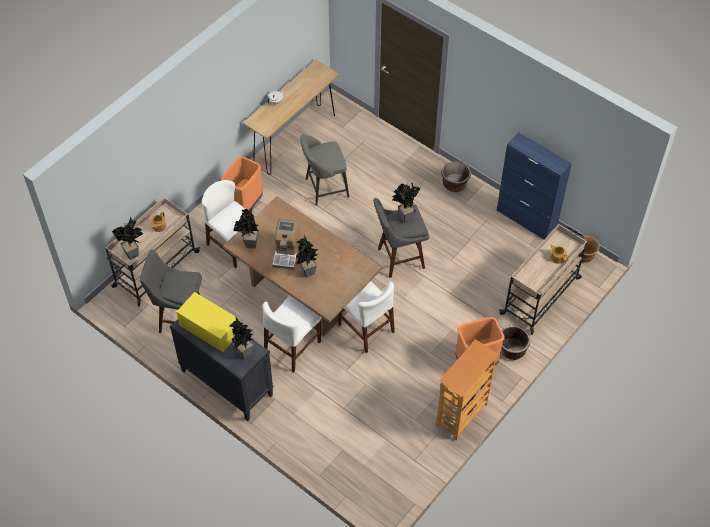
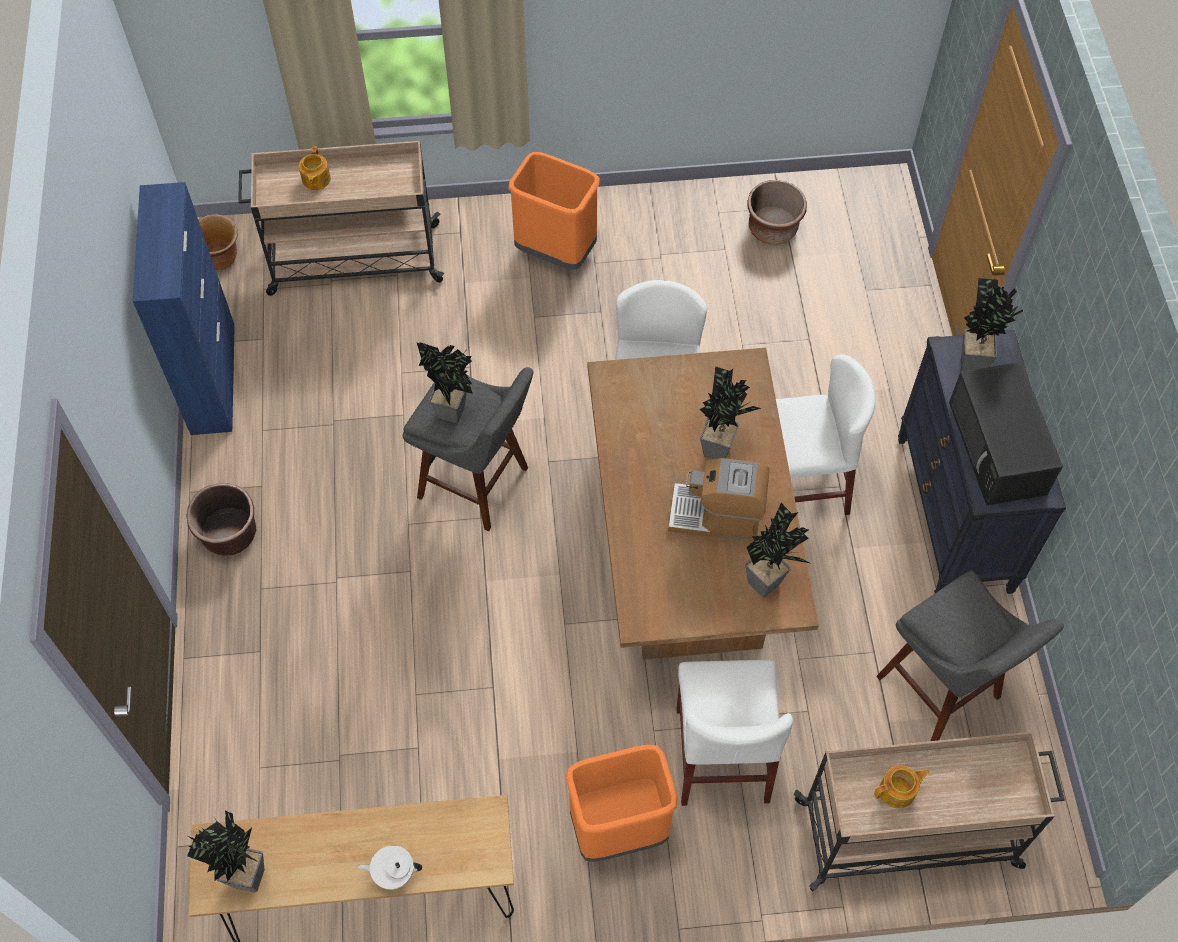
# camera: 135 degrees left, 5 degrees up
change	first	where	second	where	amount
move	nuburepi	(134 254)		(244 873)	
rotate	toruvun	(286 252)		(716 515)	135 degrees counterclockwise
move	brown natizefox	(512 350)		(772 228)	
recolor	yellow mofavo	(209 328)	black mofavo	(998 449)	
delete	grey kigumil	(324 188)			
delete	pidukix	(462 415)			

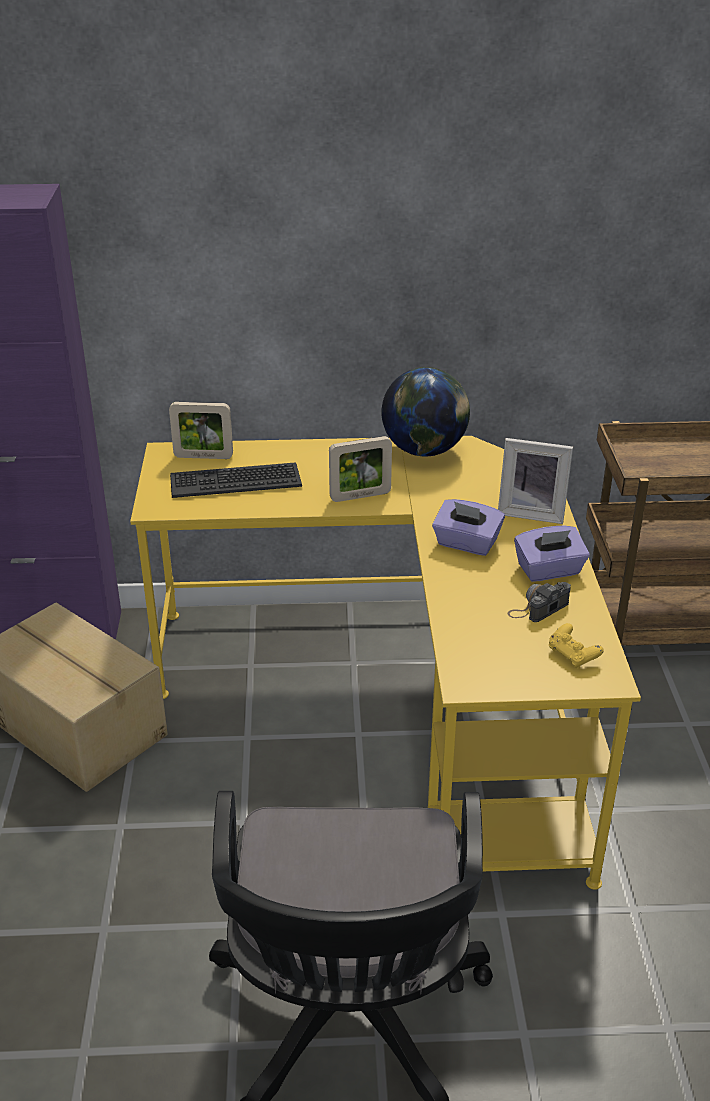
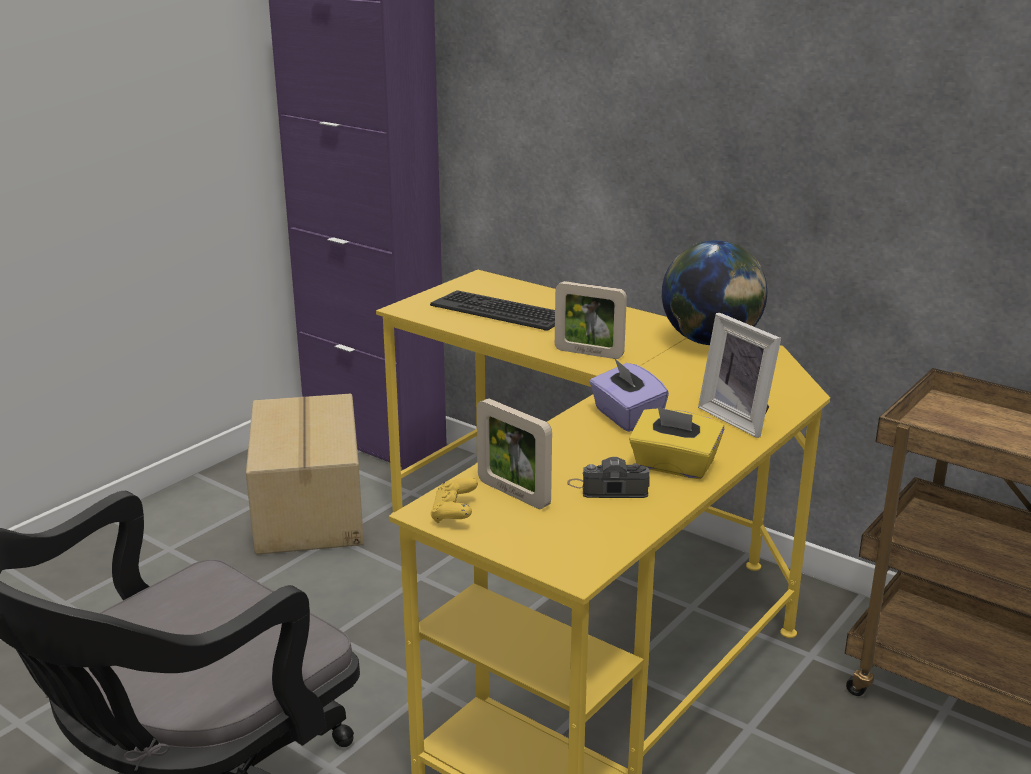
# camera: 40 degrees right, 10 degrees down
change	first	where	second	where	amount
move	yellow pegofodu	(572 655)		(454 513)	
move	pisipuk	(203 456)		(513 493)	
recolor	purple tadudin	(549 570)	yellow tadudin	(674 466)	

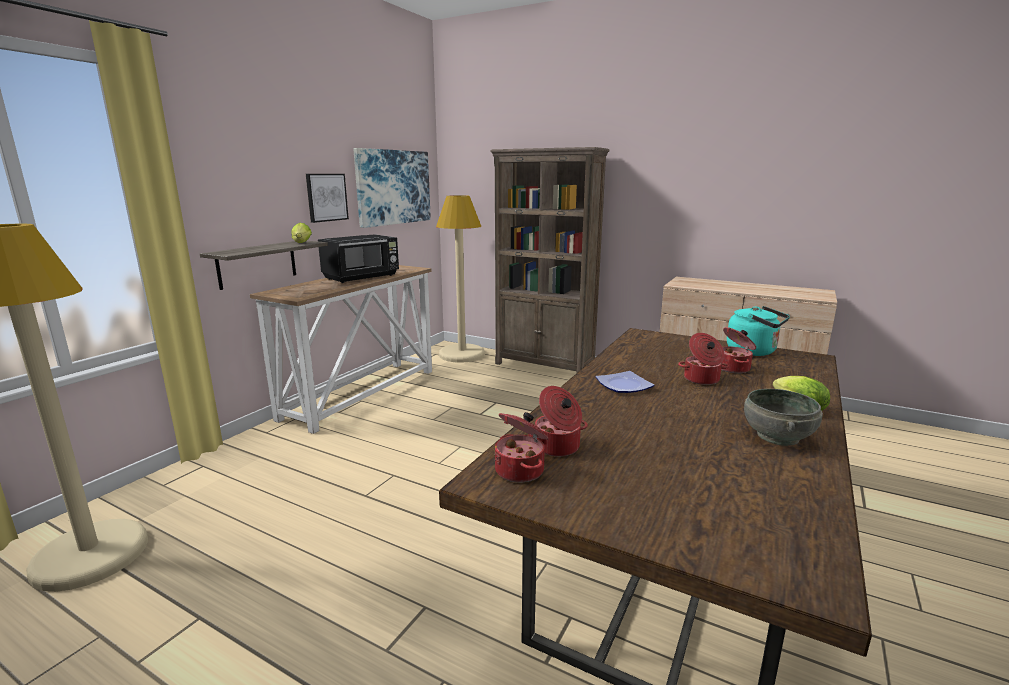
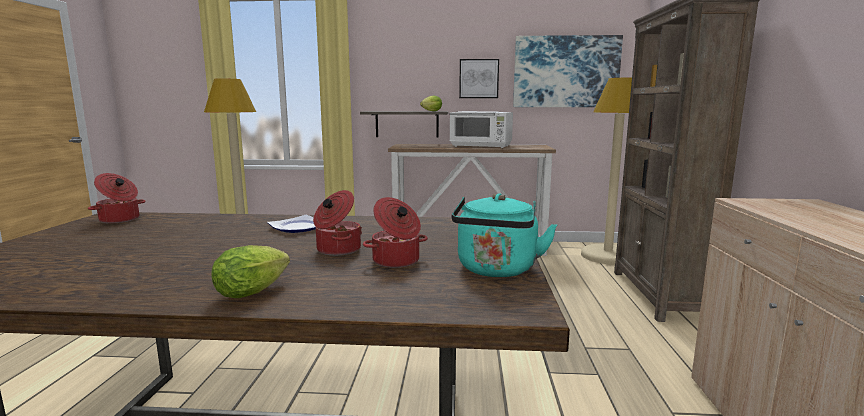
# camera: 65 degrees right, 5 degrees down
change	first	where	second	where	amount
recolor	black mofavo	(362 277)	white mofavo	(481 146)	
delete	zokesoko	(557 447)			
delete	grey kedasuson	(778 436)			

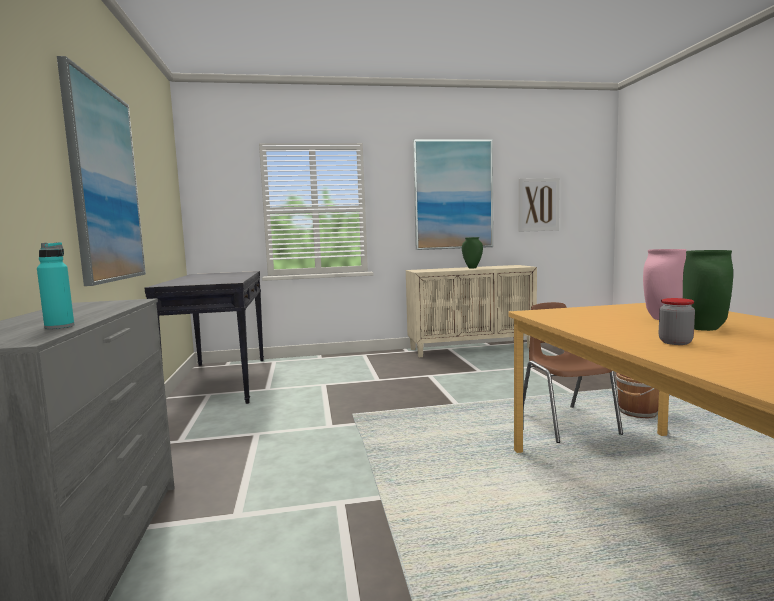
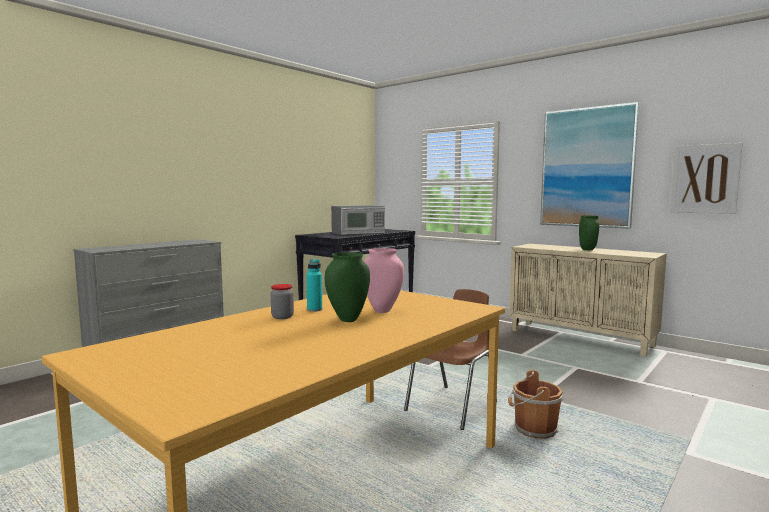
# camera: 50 degrees right, 0 degrees up
change	first	where	second	where	amount
move	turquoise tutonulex	(59 327)		(314 309)	
insert			mofavo	(358 232)	
delete	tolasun	(105 184)			

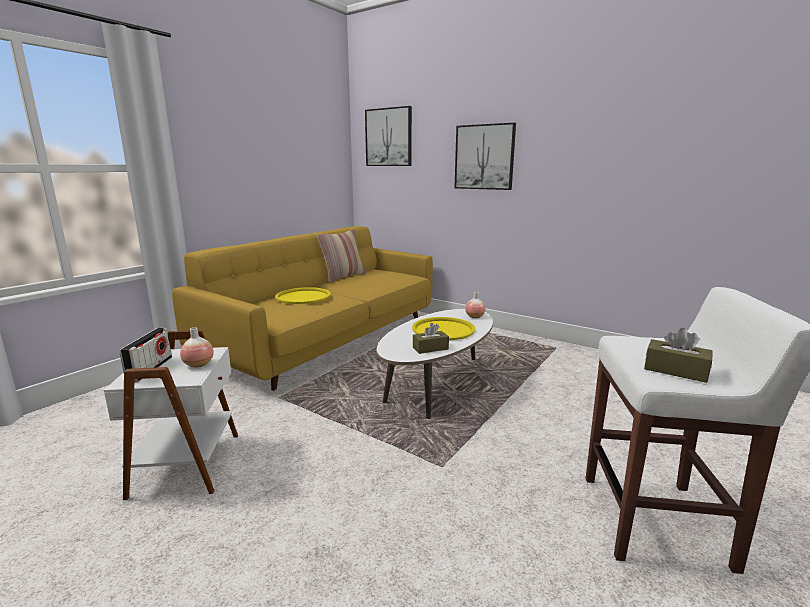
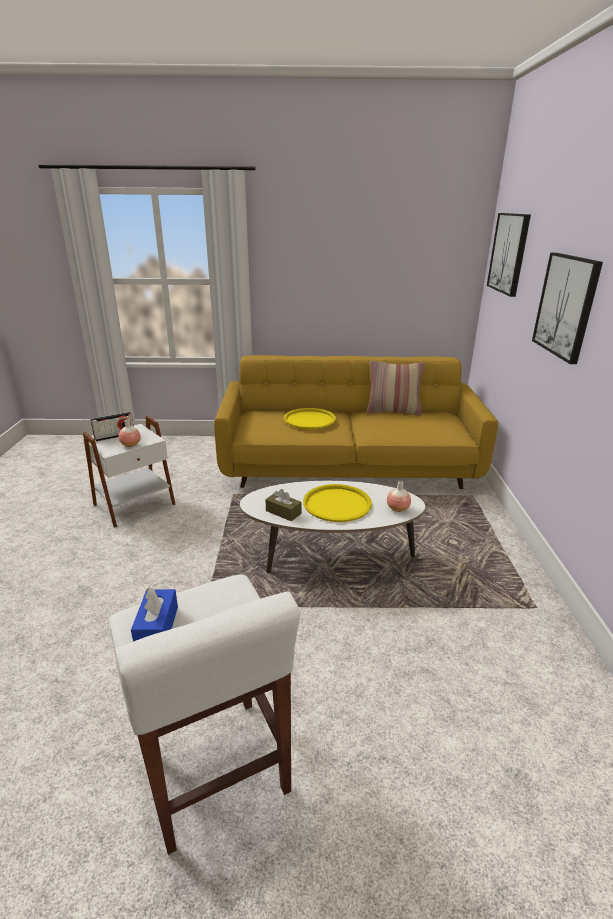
# camera: 55 degrees right, 10 degrees up
change	first	where	second	where	amount
recolor	brown tadudin	(675 370)	blue tadudin	(157 627)	

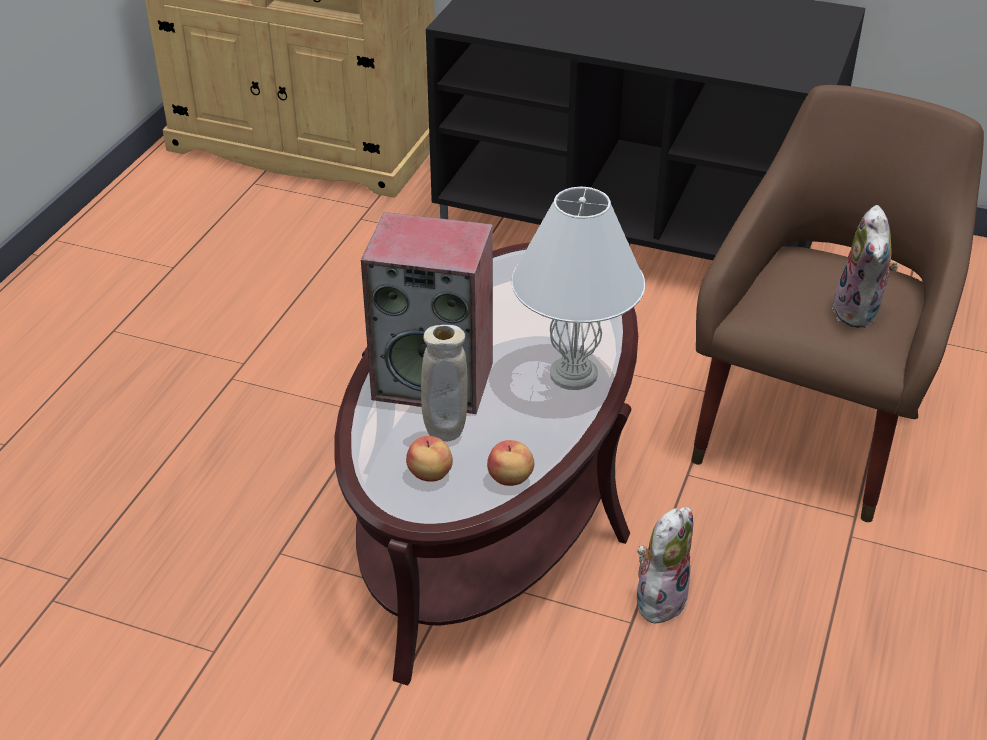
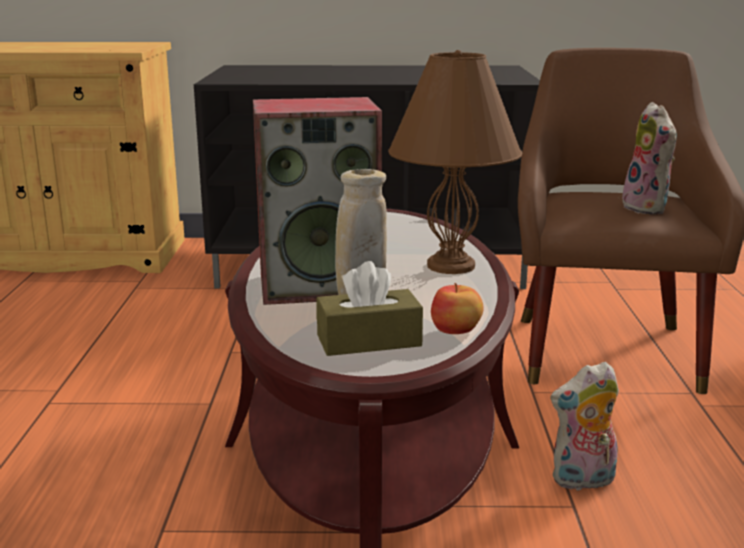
# camera: 20 degrees left, 20 degrees down
change	first	where	second	where	amount
replace	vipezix	(430 474)	brown tadudin	(369 341)	
recolor	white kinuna	(573 373)	brown kinuna	(450 265)	
rotate	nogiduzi	(659 597)		(583 481)	120 degrees counterclockwise

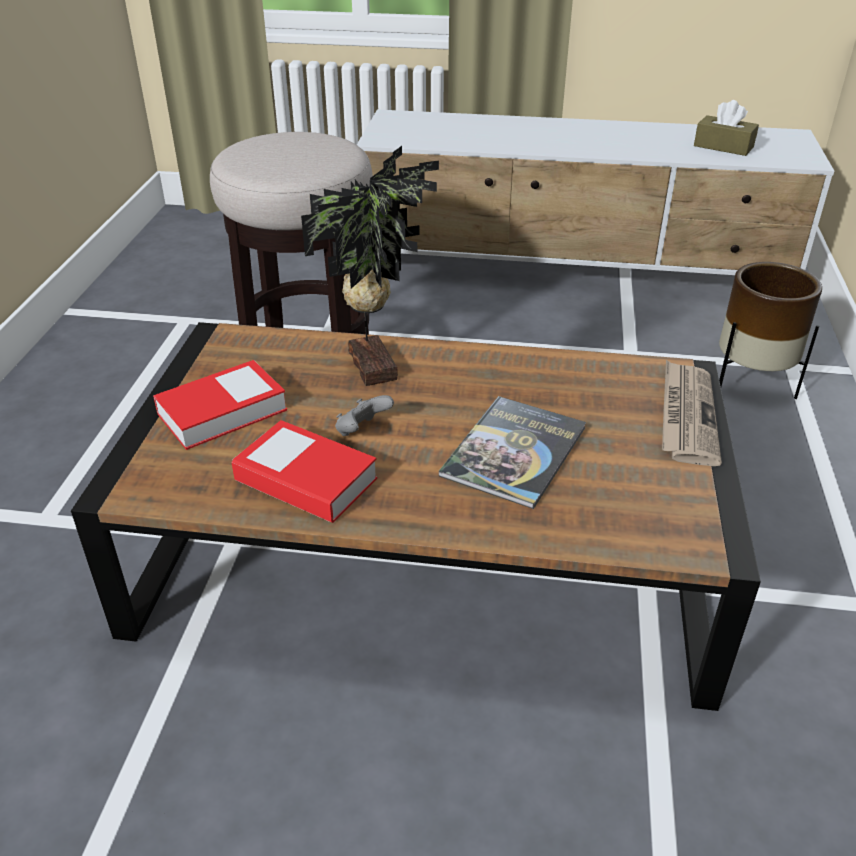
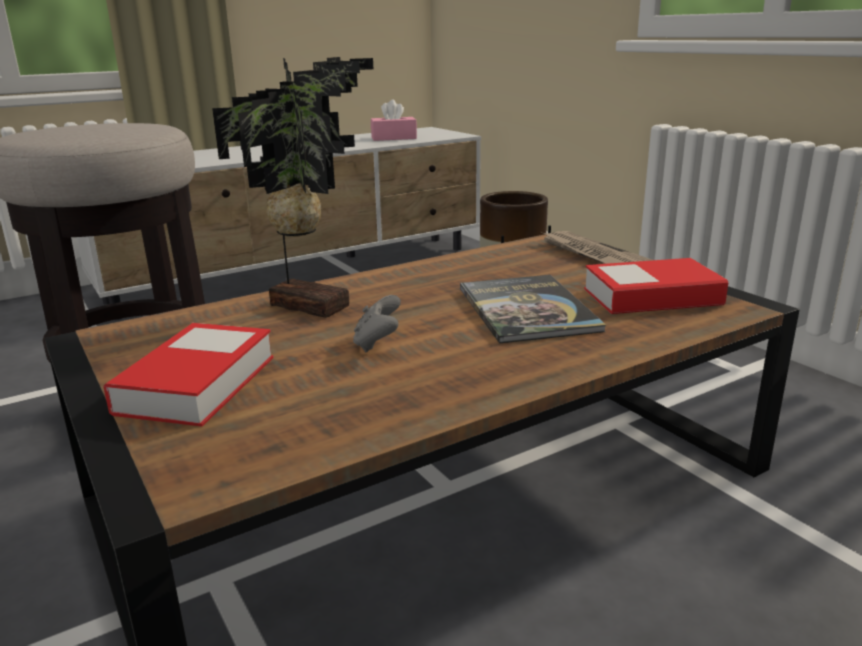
# camera: 40 degrees left, 15 degrees down
change	first	where	second	where	amount
recolor	brown tadudin	(723 146)	pink tadudin	(393 138)	
move	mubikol	(306 480)		(652 297)	

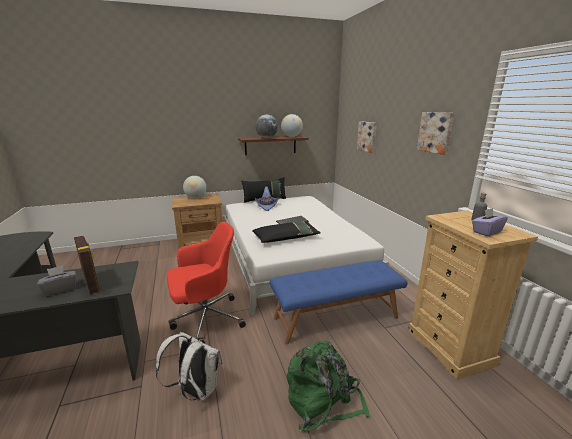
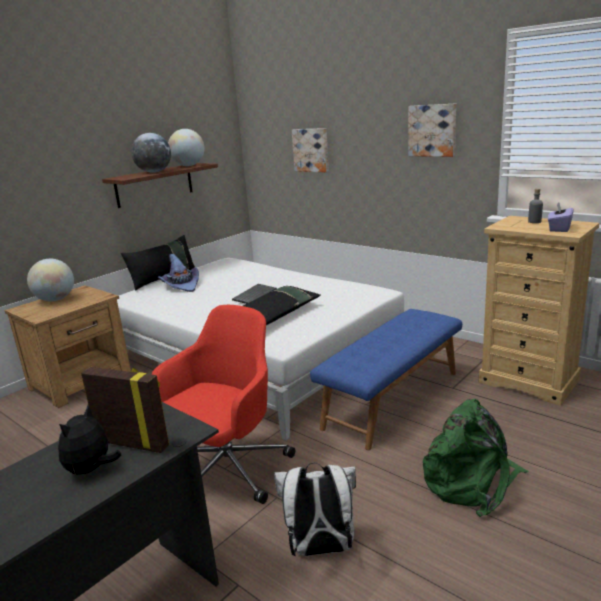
# camera: 30 degrees left, 0 degrees up
change	first	where	second	where	amount
replace	grey tadudin	(60 289)	nogiduzi	(91 470)	

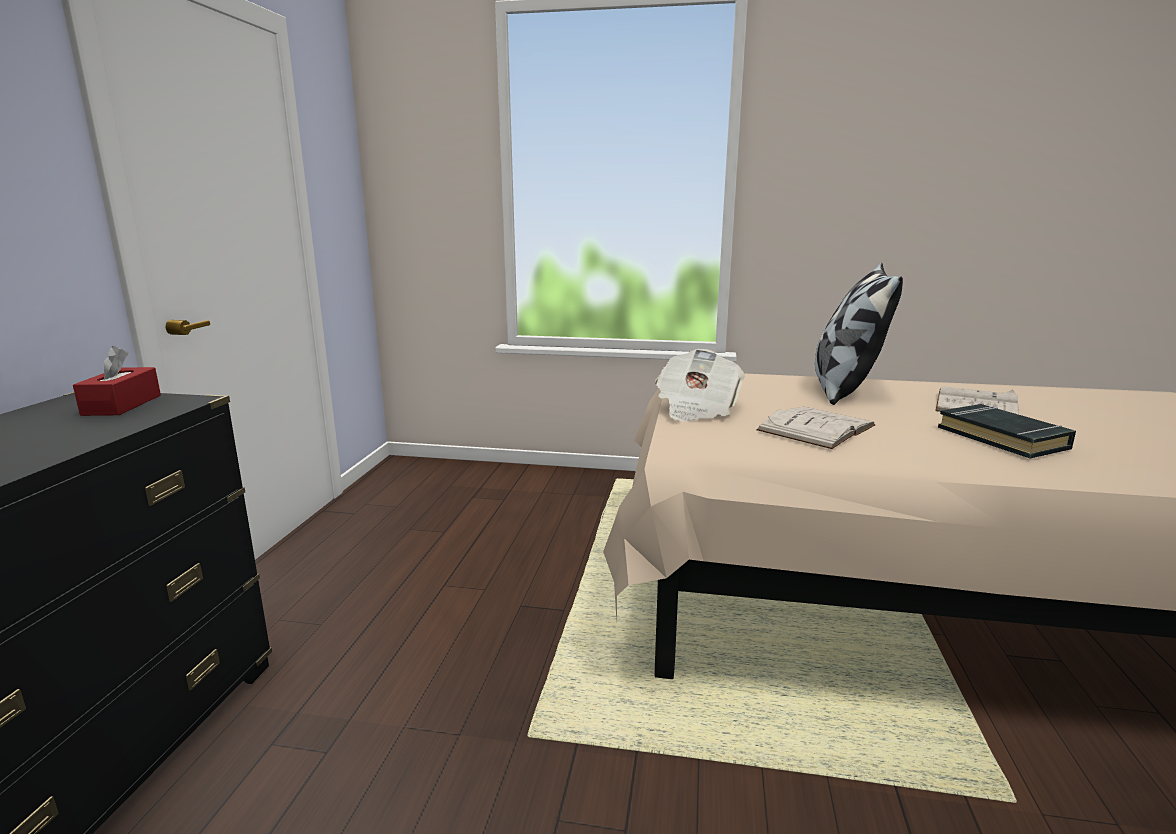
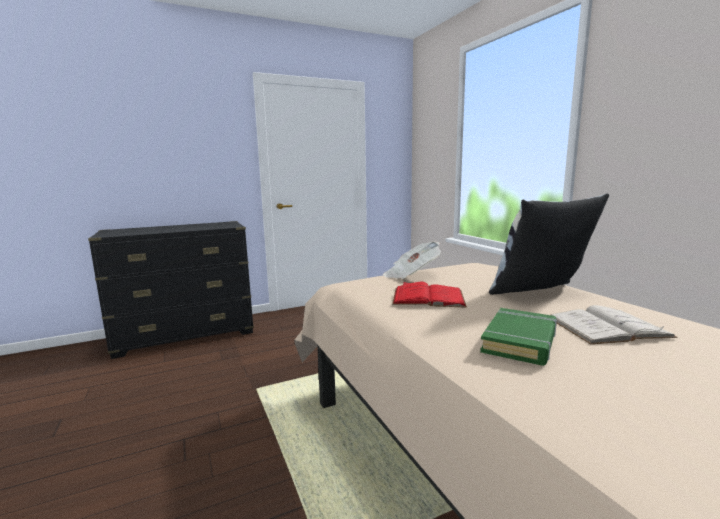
# camera: 55 degrees right, 5 degrees down
change	first	where	second	where	amount
recolor	white mubikol	(816 428)	red mubikol	(428 297)	
recolor	black mubikol	(1002 438)	green mubikol	(520 341)	
delete	red tadudin	(122 405)			

